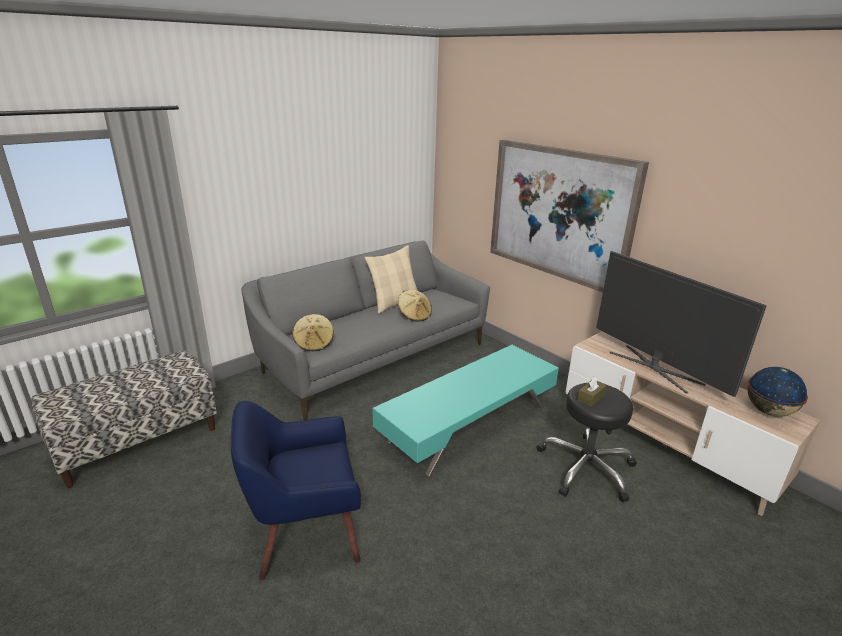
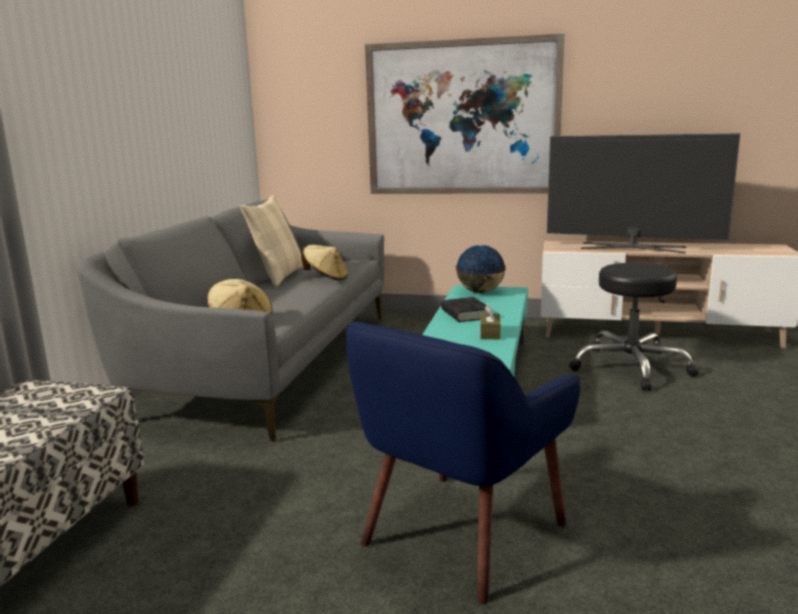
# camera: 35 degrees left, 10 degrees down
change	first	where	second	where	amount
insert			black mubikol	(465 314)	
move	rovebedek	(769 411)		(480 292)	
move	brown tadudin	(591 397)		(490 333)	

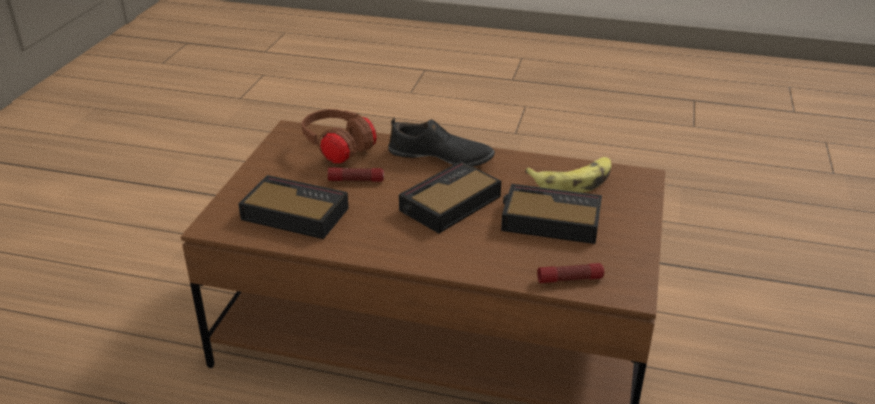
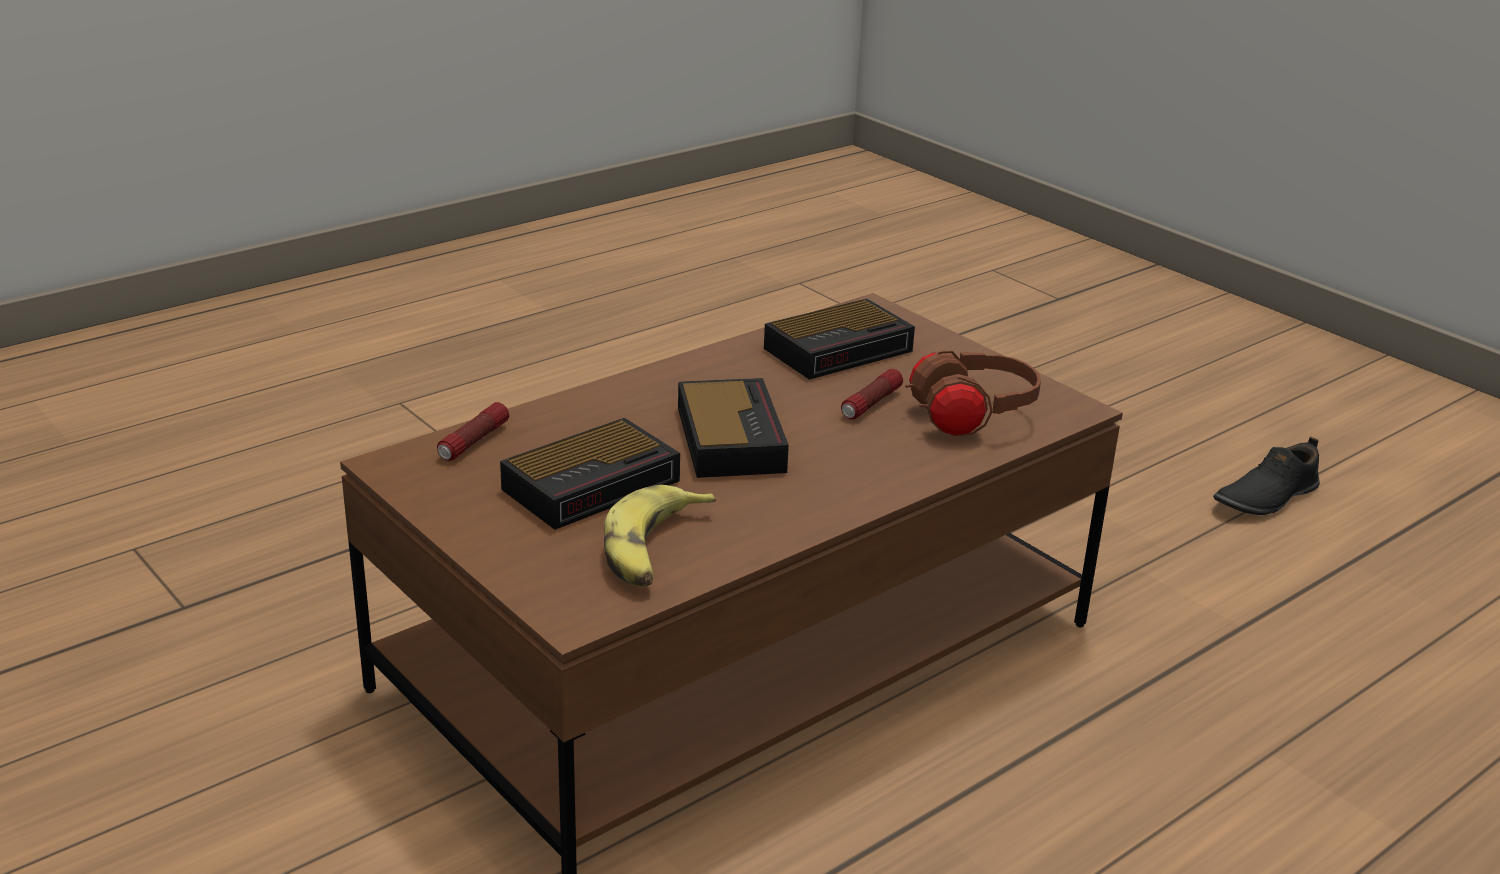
# camera: 125 degrees right, 5 degrees down
change	first	where	second	where	amount
move	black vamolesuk	(440 157)		(1265 497)	

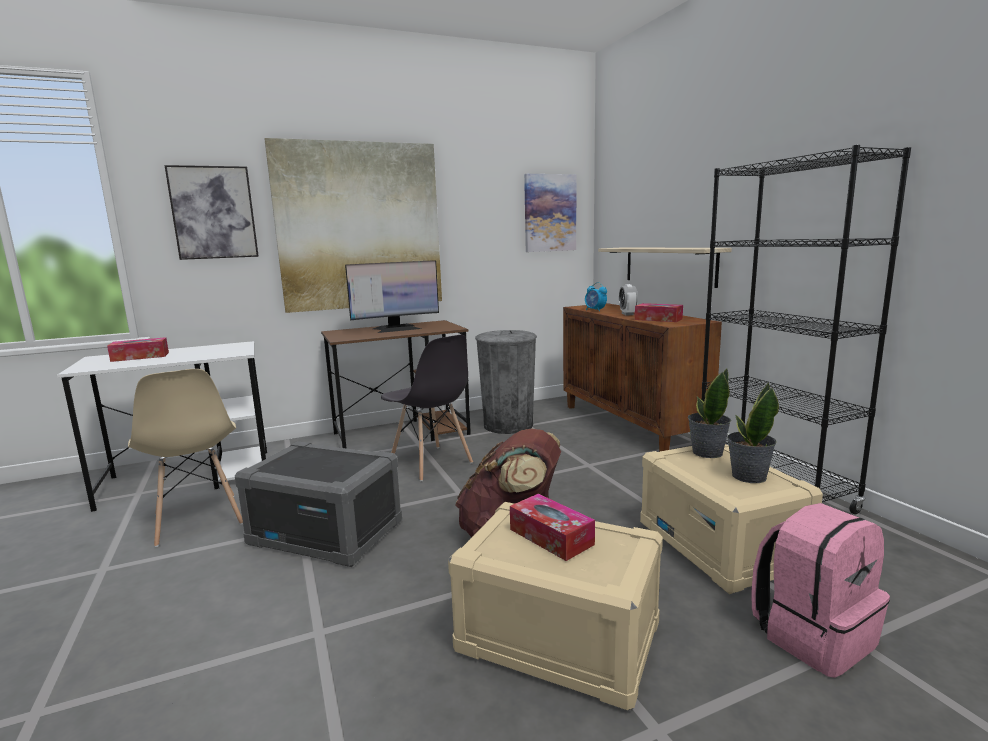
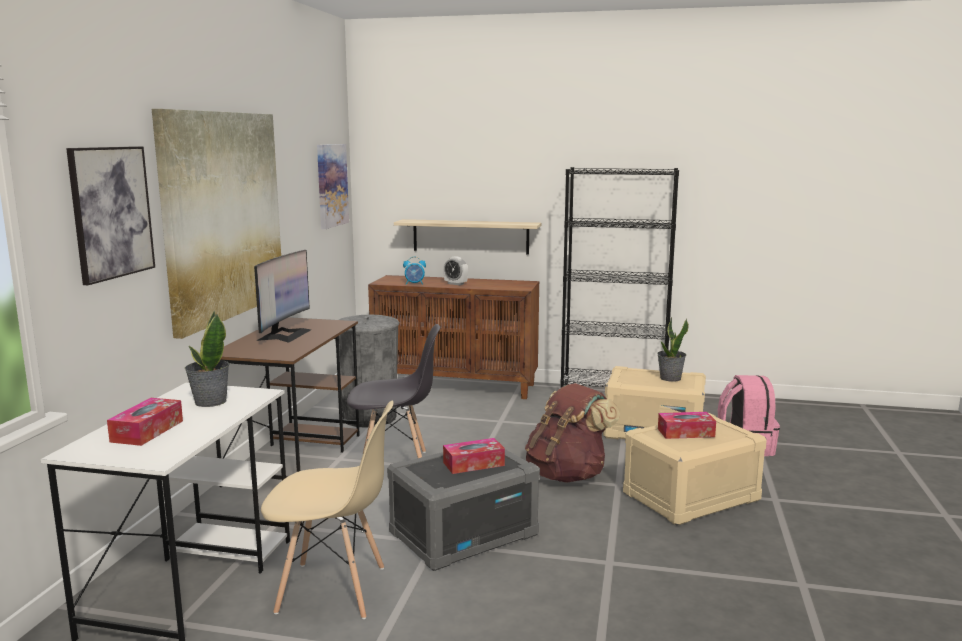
# camera: 55 degrees left, 0 degrees up
change	first	where	second	where	amount
move	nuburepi	(706 452)		(210 402)	
move	tadudin	(658 319)		(473 464)	

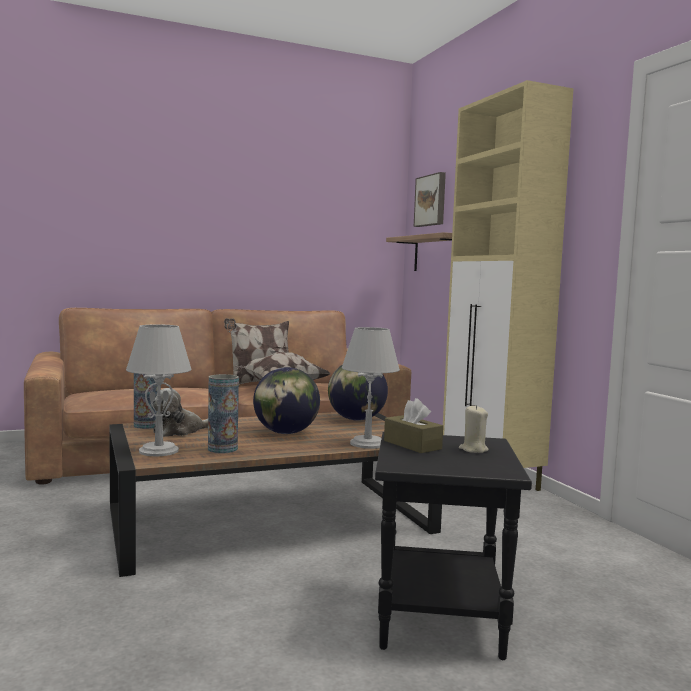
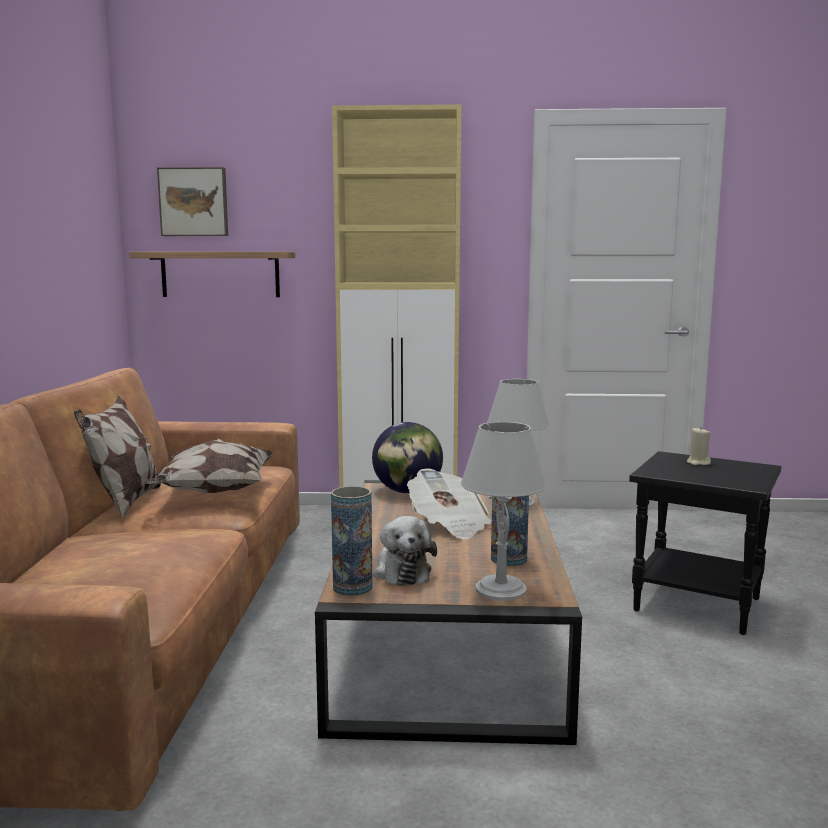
# camera: 65 degrees left, 5 degrees up
change	first	where	second	where	amount
replace	rovebedek	(285 433)	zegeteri	(449 525)	
delete	brown tadudin	(412 445)			

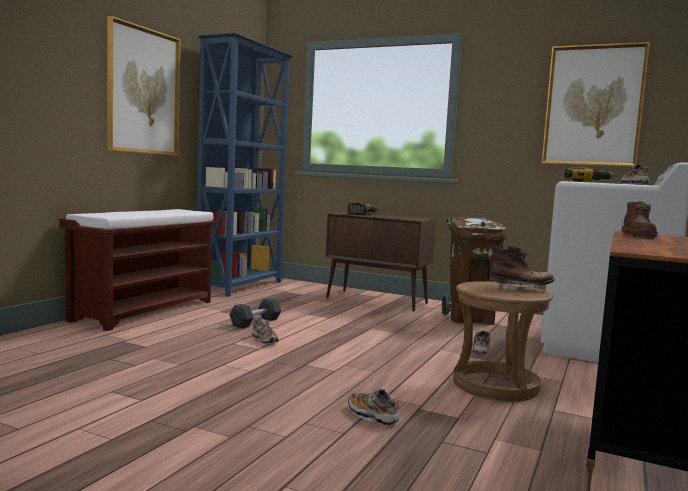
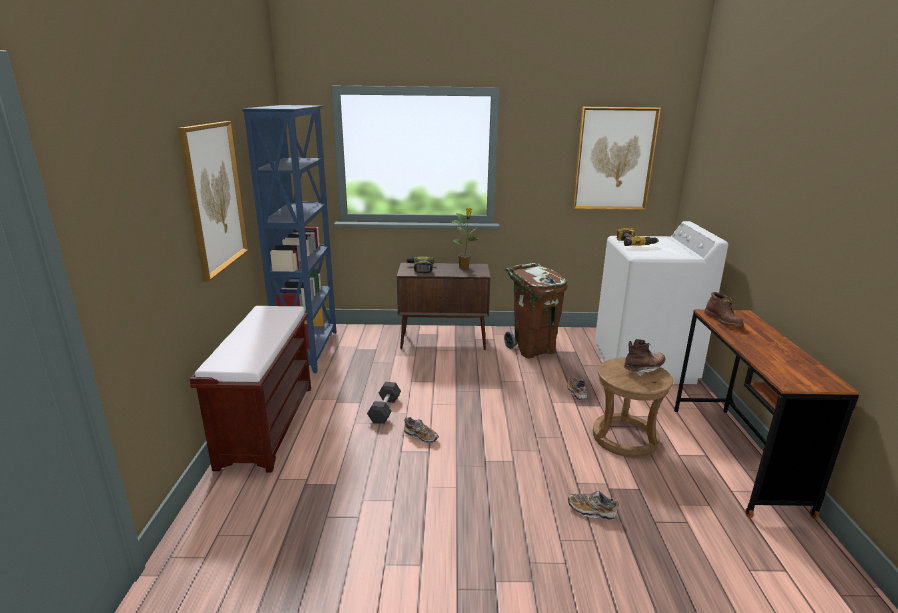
# camera: 25 degrees left, 15 degrees up
change	first	where	second	where	amount
insert			nuburepi	(464 267)	
delete	vamolesuk	(634 184)			

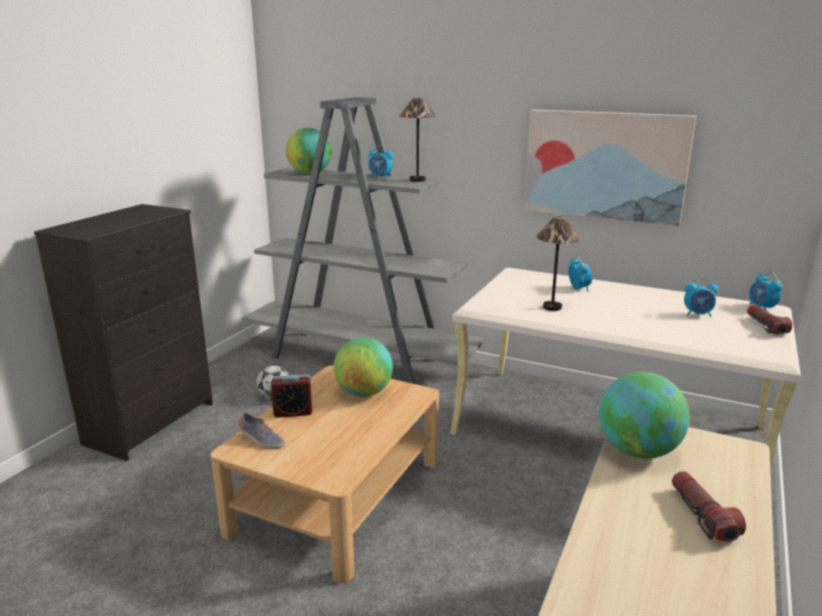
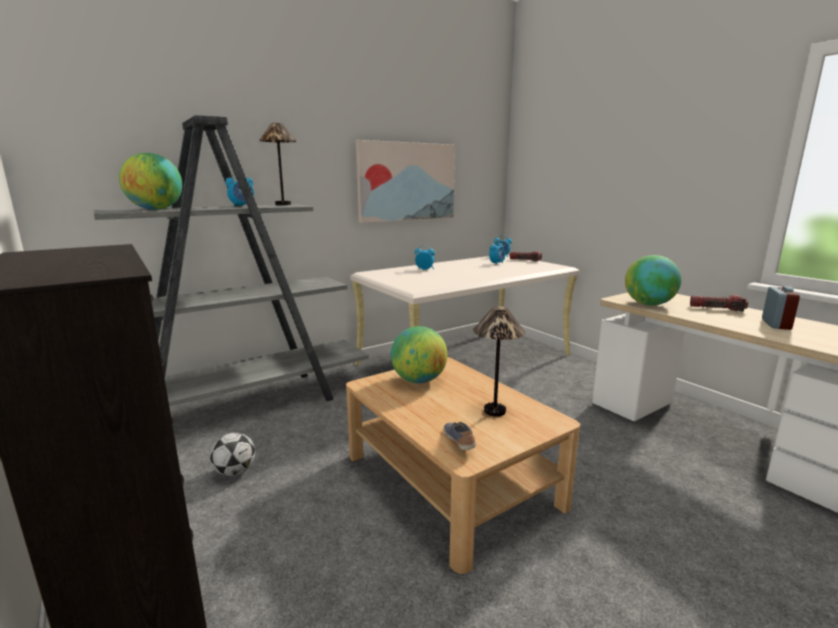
# camera: 60 degrees left, 5 degrees down
change	first	where	second	where	amount
rotate	vamolesuk	(261 440)		(459 442)	75 degrees counterclockwise
move	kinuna	(552 307)		(495 411)	
move	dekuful	(293 412)		(776 324)	

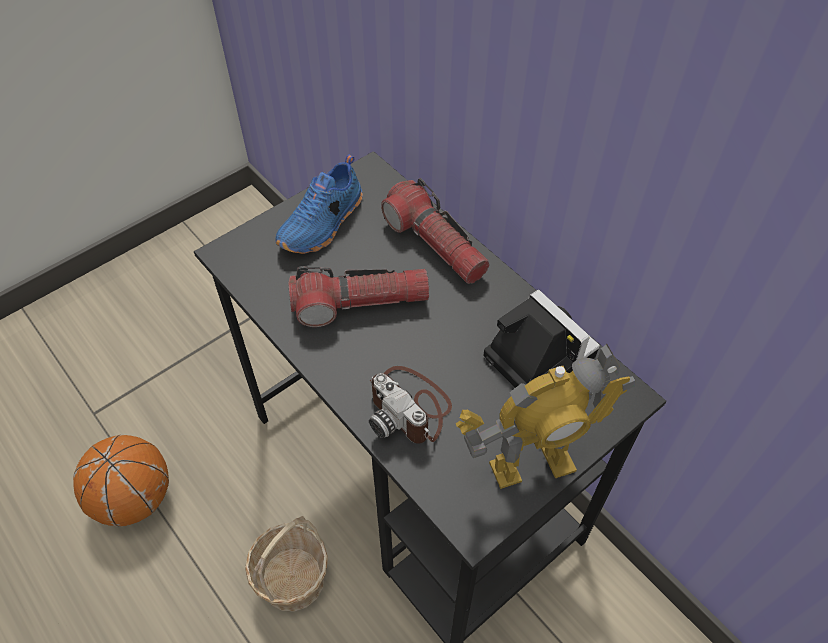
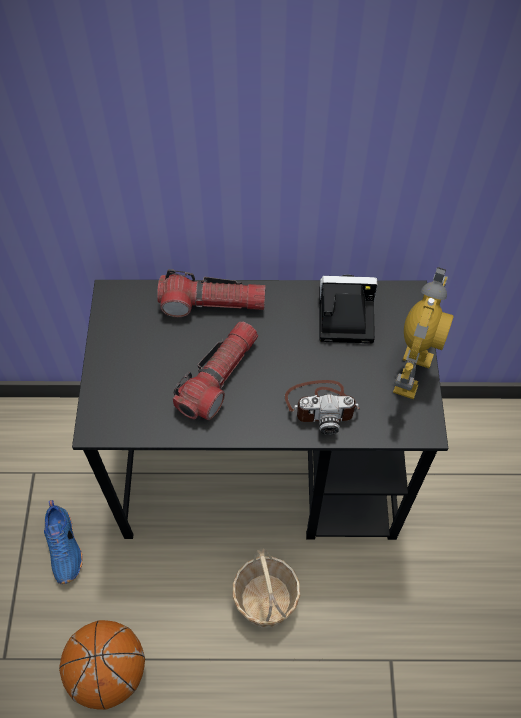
# camera: 50 degrees left, 5 degrees up
change	first	where	second	where	amount
move	blue vamolesuk	(323 224)		(65 547)	

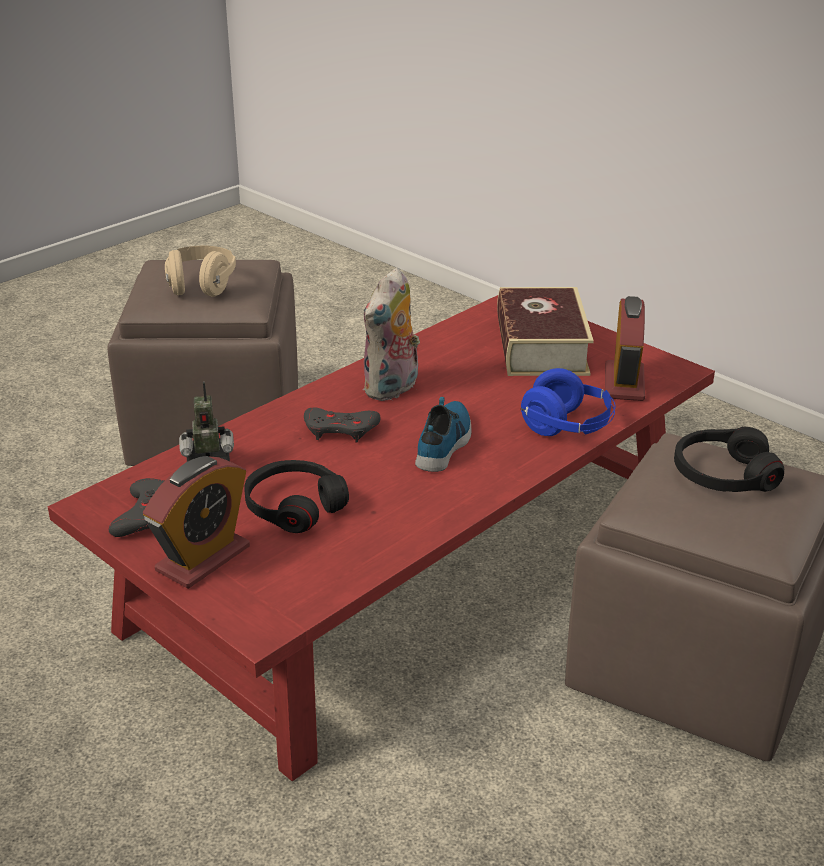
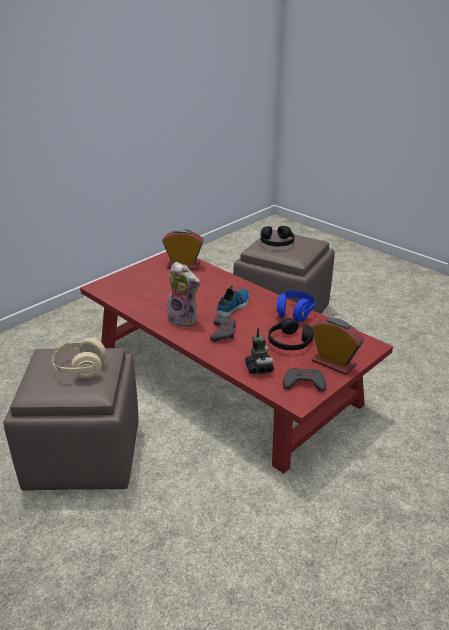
# camera: 90 degrees left, 0 degrees up
change	first	where	second	where	amount
rotate	vamolesuk	(445 443)		(234 306)	105 degrees clockwise
move	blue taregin	(567 427)		(294 314)	
delete	mubikol	(541 346)			

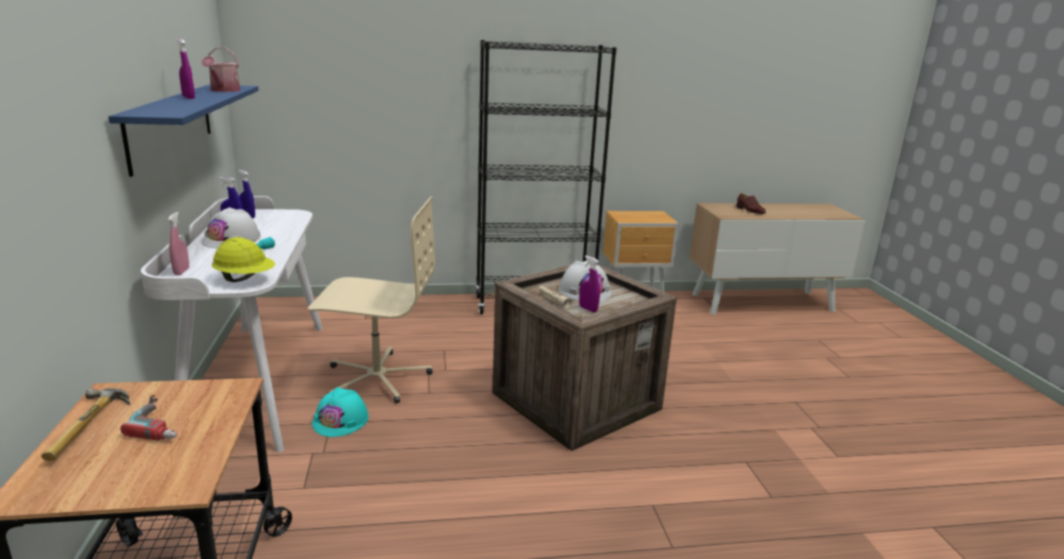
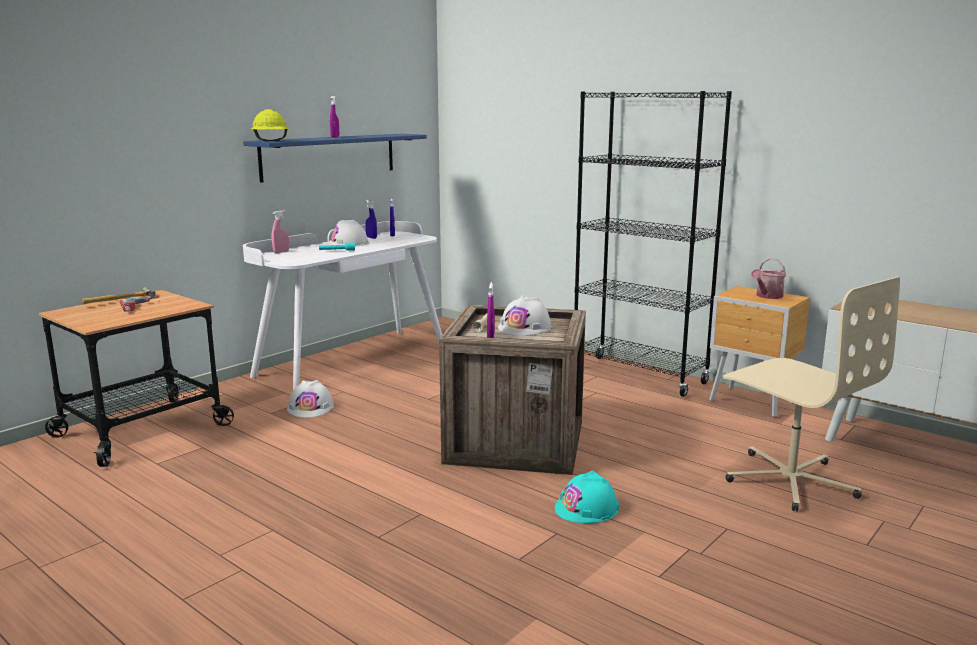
# camera: 50 degrees right, 5 degrees down
change	first	where	second	where	amount
move	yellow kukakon	(245 279)		(271 141)	
insert			white kukakon	(310 408)	
move	turquoise kukakon	(341 420)		(587 508)	
move	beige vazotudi	(377 378)		(790 480)	
move	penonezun	(223 90)		(767 296)	
delete	brown vamolesuk	(750 211)			

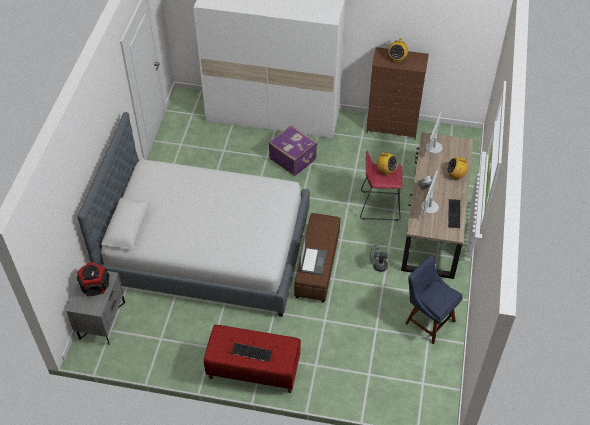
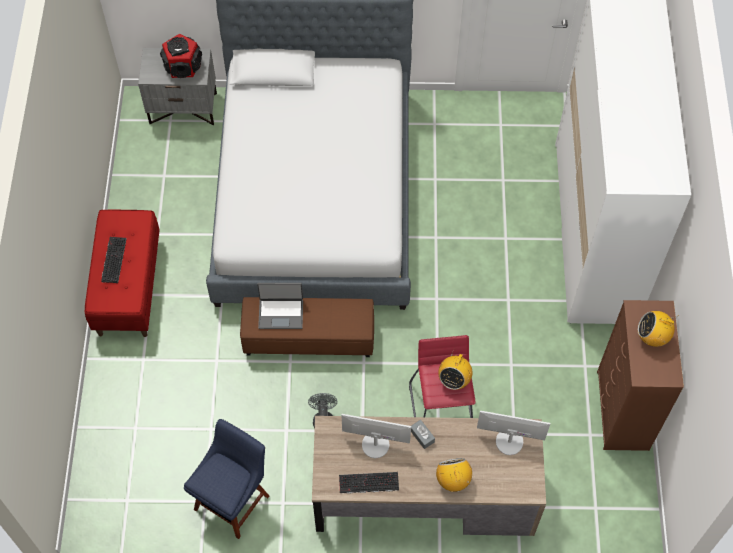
# camera: 80 degrees right, 10 degrees up
change	first	where	second	where	amount
delete	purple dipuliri	(293 158)			

